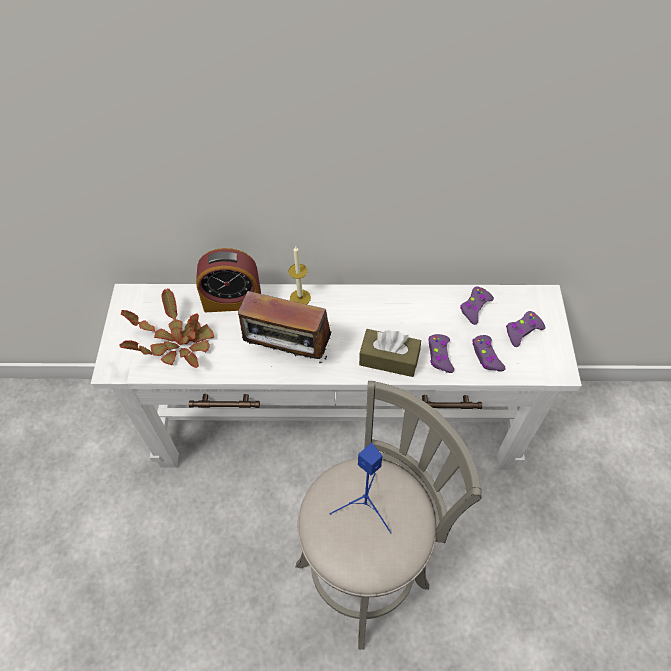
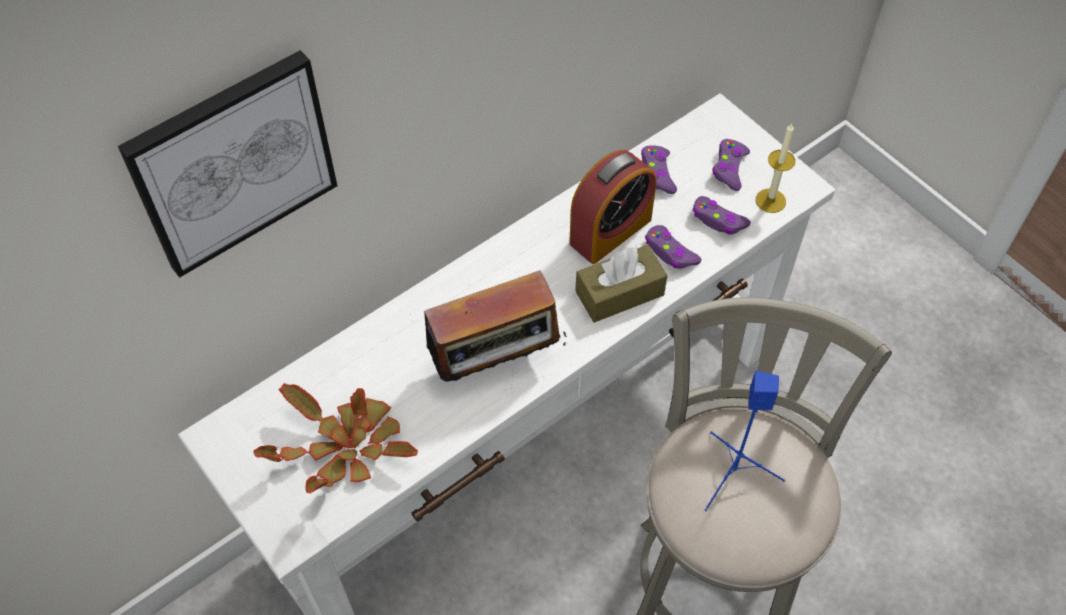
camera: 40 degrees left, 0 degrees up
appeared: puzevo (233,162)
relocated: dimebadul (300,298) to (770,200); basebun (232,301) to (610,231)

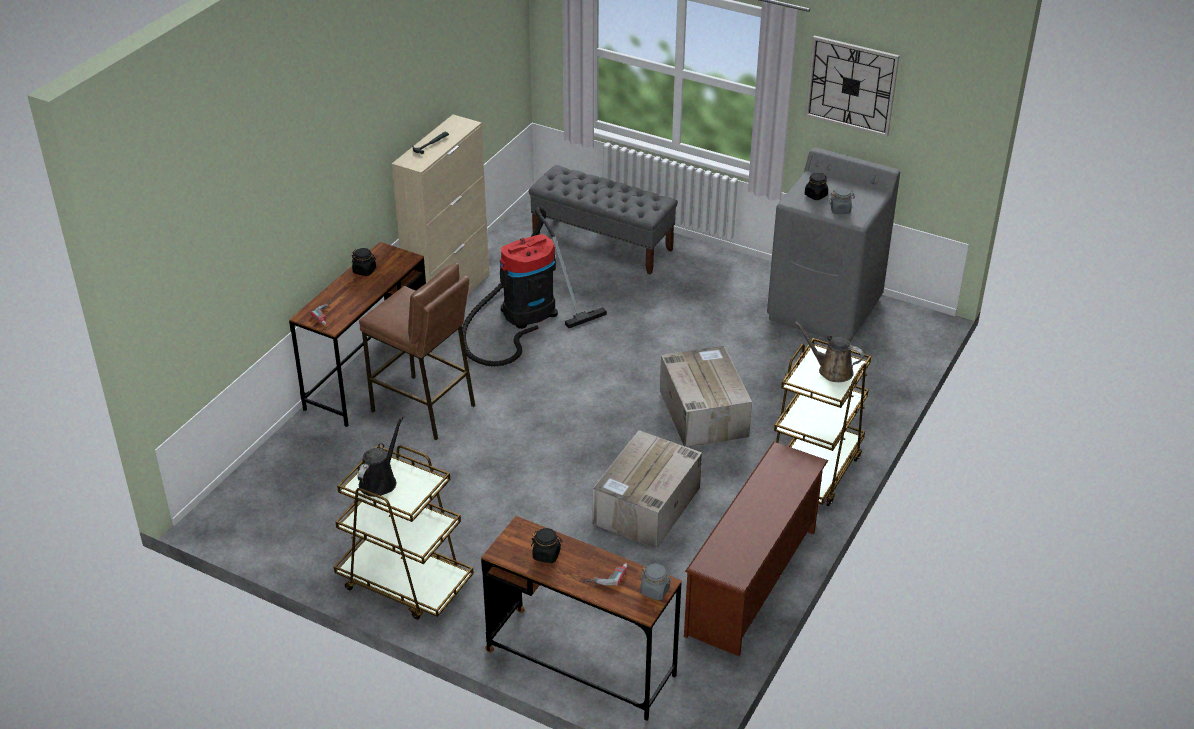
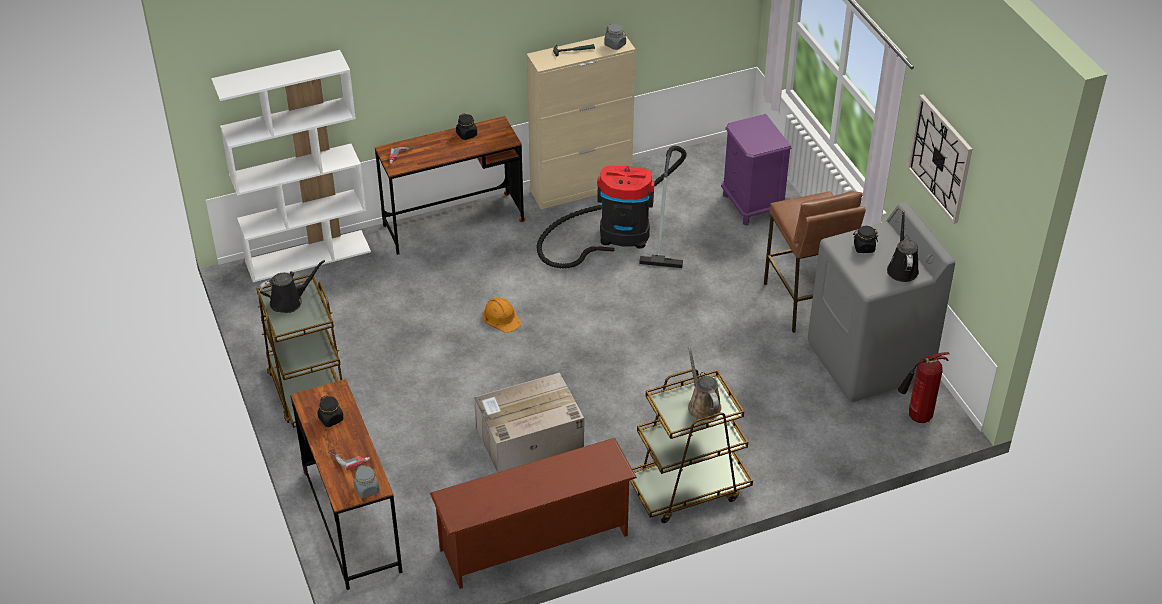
camera: 40 degrees right, 5 degrees up
missing: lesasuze (702,412)
appeared: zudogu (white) (308,256); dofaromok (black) (902,268); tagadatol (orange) (501,317); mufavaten (916,418)
relocated: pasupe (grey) (840,210) to (615,44); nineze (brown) (423,408) to (805,302)
exchanged: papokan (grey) (603,243) to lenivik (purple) (751,205)

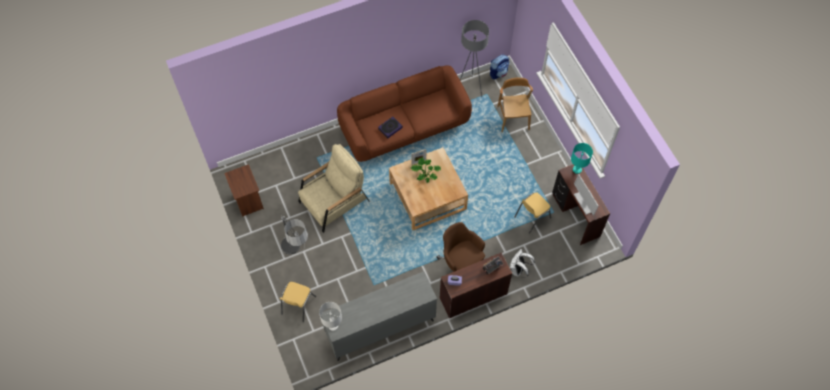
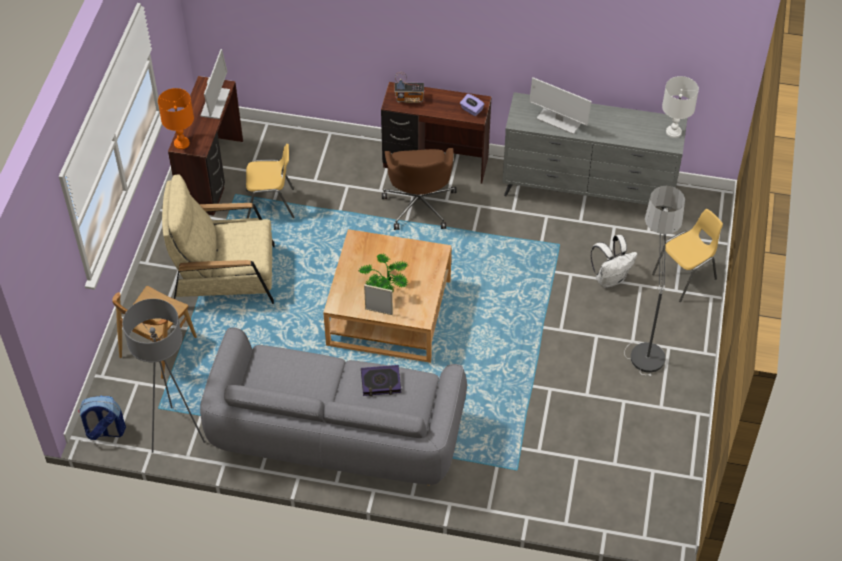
camera: 145 degrees left, 10 degrees down
missing: lenivik (brown) (248,201)
appeared: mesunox (558,120)
relocated: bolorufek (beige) (334,202) to (224,275); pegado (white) (518,270) to (610,278)
colour: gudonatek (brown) (404,127) to gudonatek (grey) (336,434); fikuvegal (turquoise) (577,169) to fikuvegal (orange) (181,143)

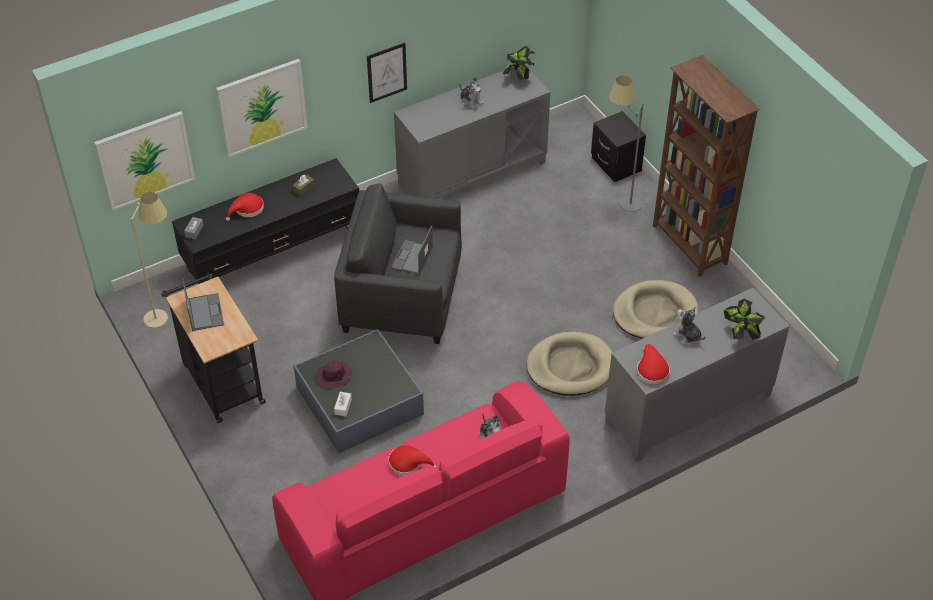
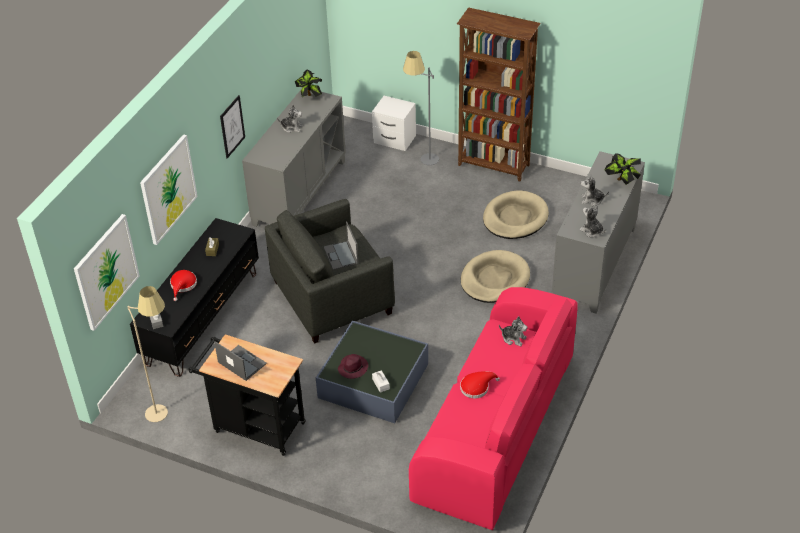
camera: 35 degrees left, 5 degrees down
exchanged: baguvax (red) (651,370) to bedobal (592,231)
colour: lenivik (black) (615,165) to lenivik (white) (394,140)

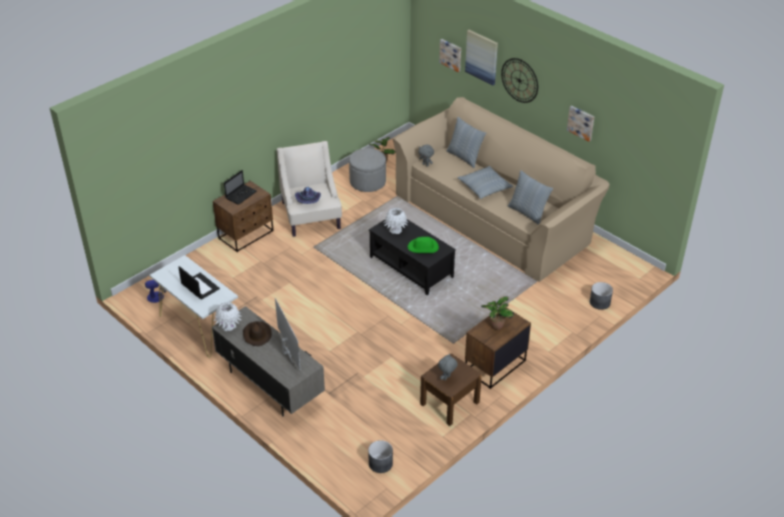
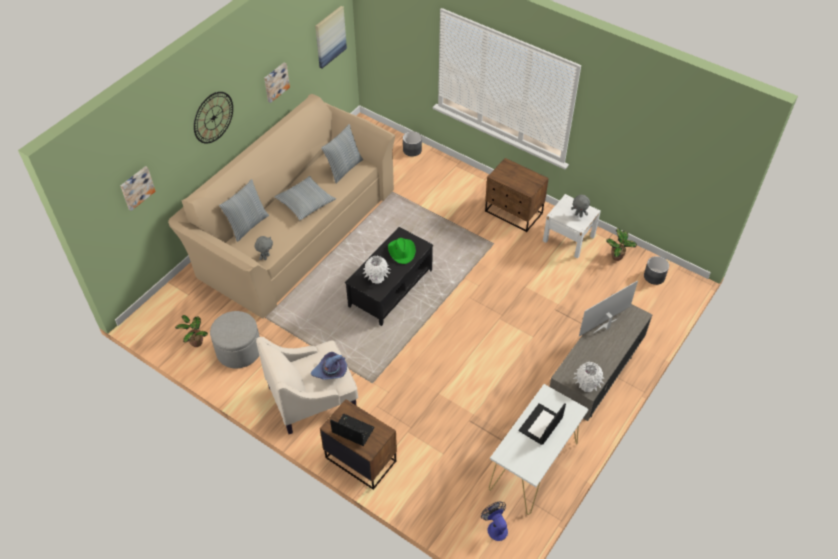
camera: 100 degrees left, 10 degrees up
missing: baguvax (brown) (257,334)
relocated: puzevo (482,57) to (330,36); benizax (496,326) to (617,257)
colour: lenivik (brown) (449,403) to lenivik (white) (568,238)

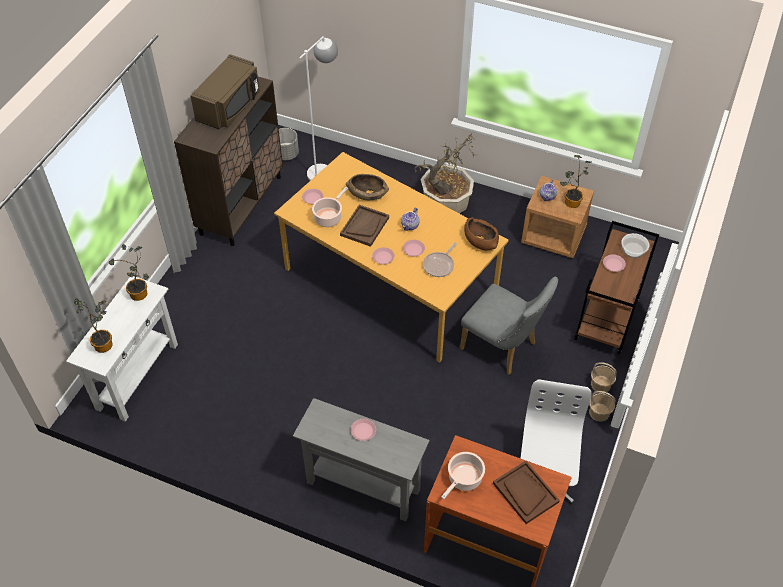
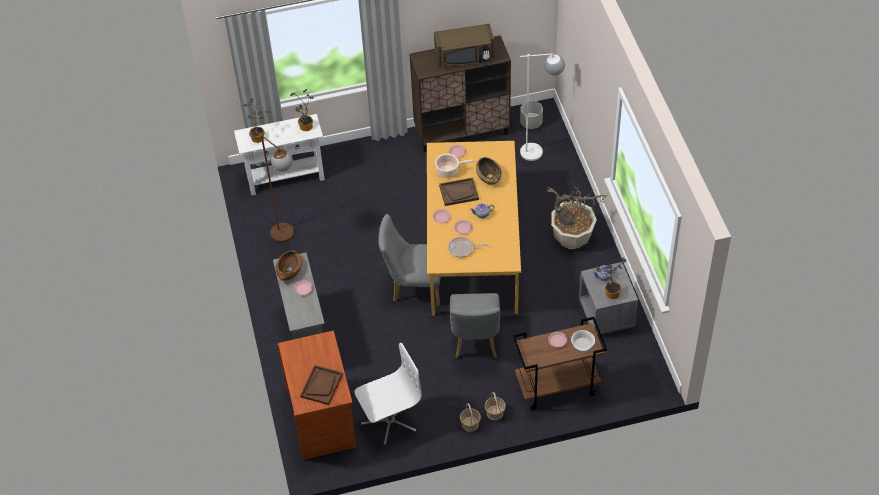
camera: 55 degrees right, 0 degrees up
missing: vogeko (463,479)
appeared: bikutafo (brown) (288,237); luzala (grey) (413,287)
relocated: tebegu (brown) (480,240) to (289,270)
colour: lenivik (brown) (553,236) to lenivik (grey) (606,314)

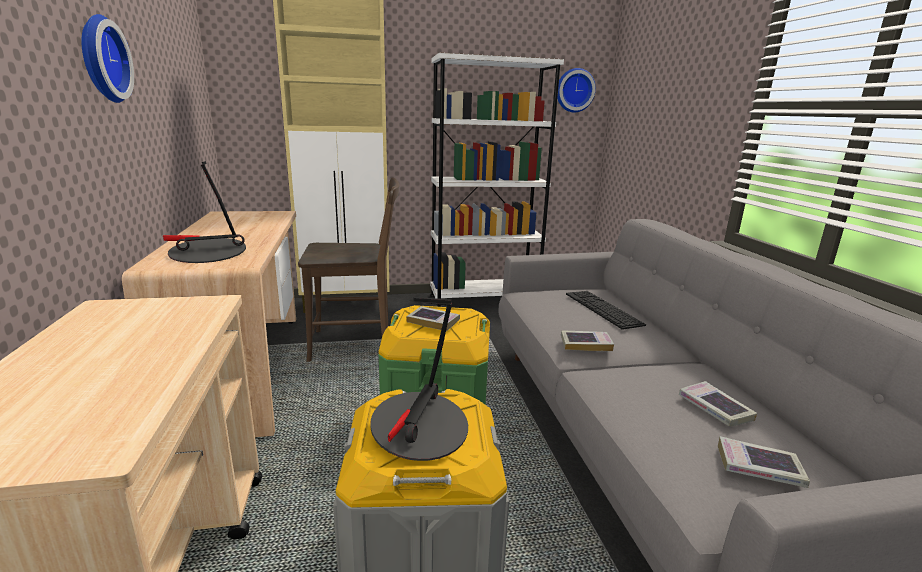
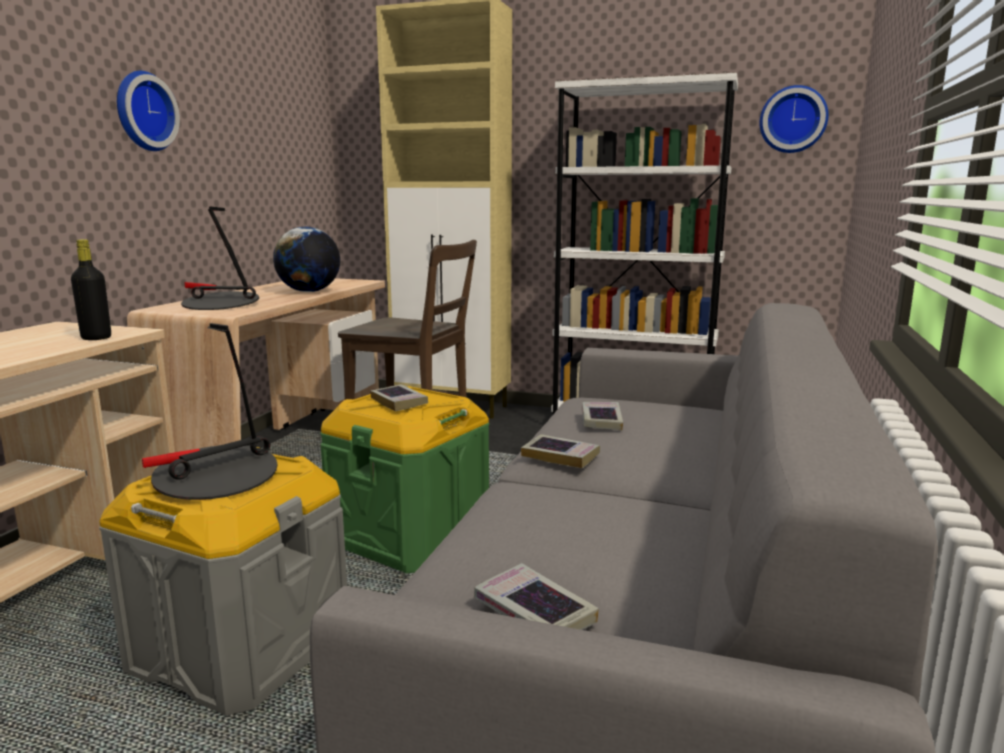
camera: 30 degrees right, 5 degrees down
missing: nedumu (603,309)
appeared: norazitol (309,291); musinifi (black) (96,338)
relocated: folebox (715,408) to (601,420)

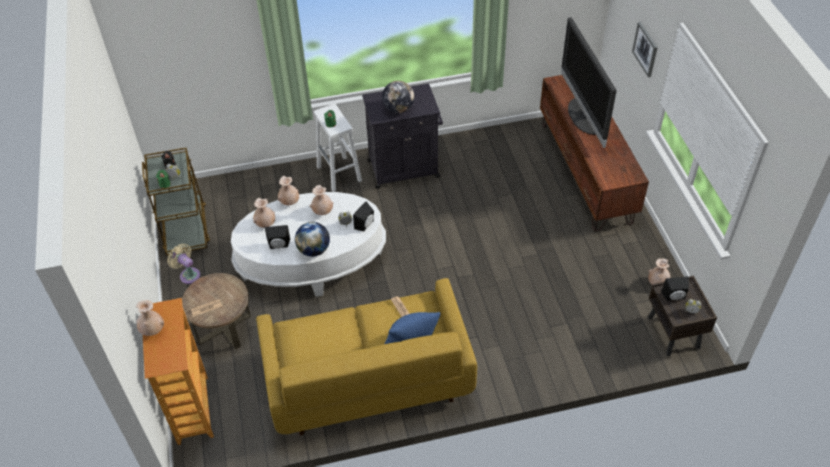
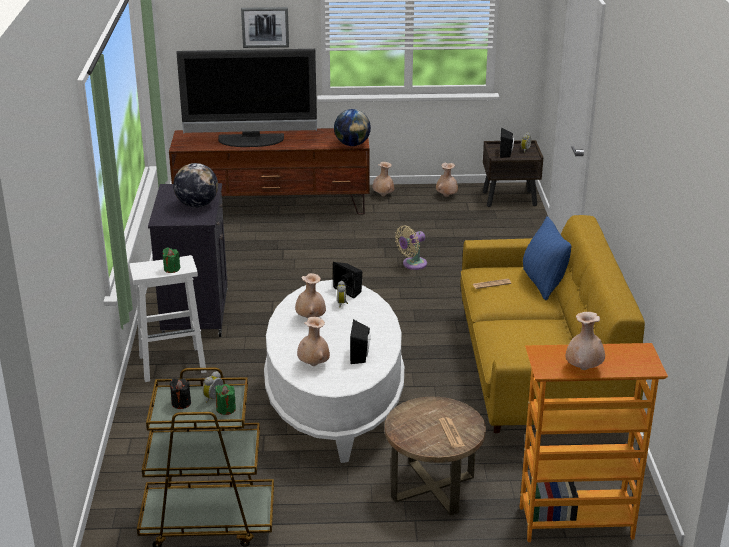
camera: 80 degrees left, 20 degrees down
relocated: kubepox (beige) (289,202) to (383,195); norazitol (314,250) to (352,144); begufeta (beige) (188,274) to (412,264)

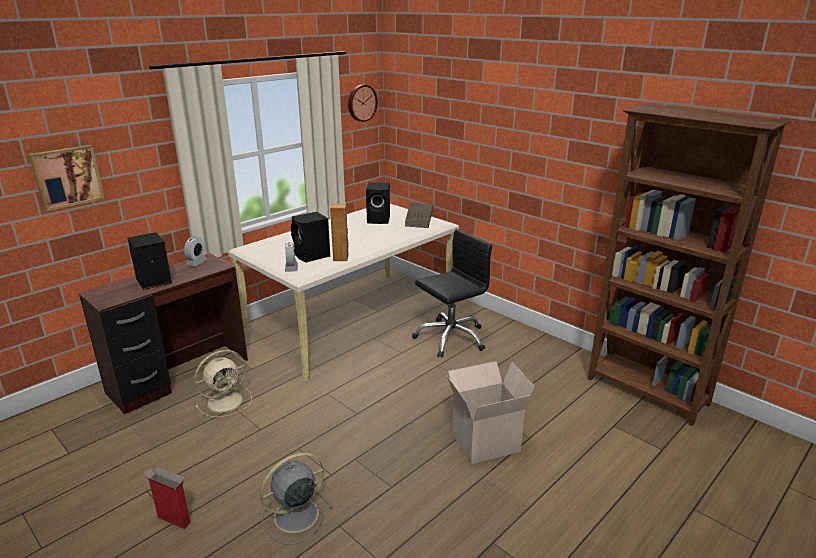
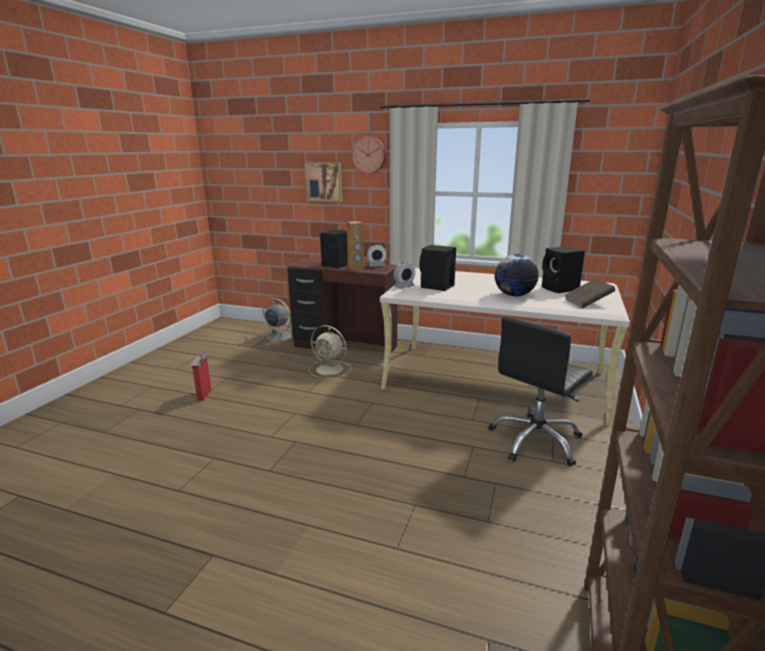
camera: 65 degrees right, 5 degrees down
missing: lesasuze (485,441)
appeared: norazitol (514,295)
relocated: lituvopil (361,103) to (369,155); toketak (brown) (341,258) to (355,268); begufeta (grey) (294,516) to (277,336)
spun: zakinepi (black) (450,338) = (536,440) 105 degrees clockwise

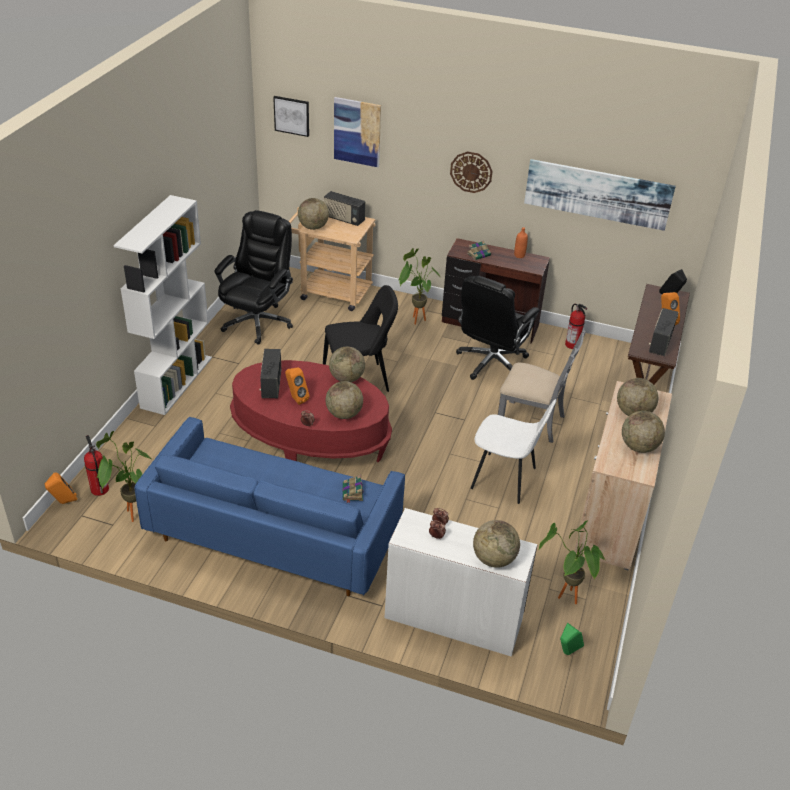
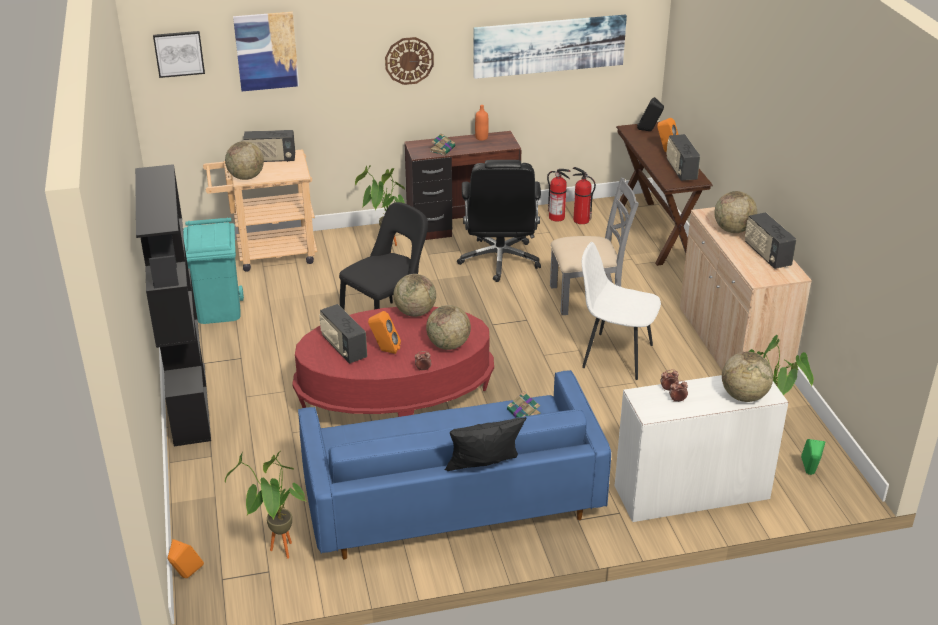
camera: 30 degrees left, 5 degrees down
appeared: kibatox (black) (484,471)
relocated: mufavaten (99,489) to (580,220)
exchanged: zakinepi (black) (258,322) to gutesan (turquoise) (219,310); norazitol (639,447) to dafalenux (767,255)
colour: zudogu (white) (176,382) to zudogu (black) (189,403)
spun: luzala (white) (505,479) = (615,355) 150 degrees counterclockwise

